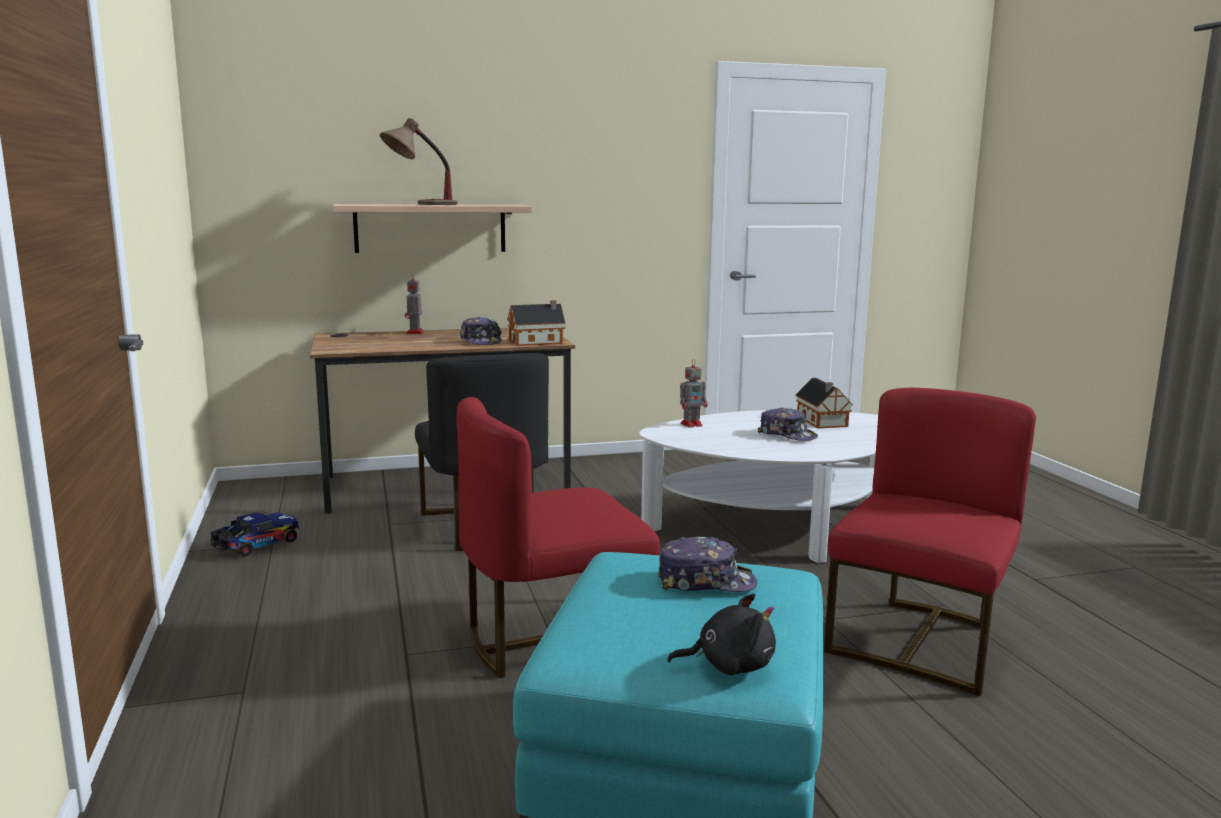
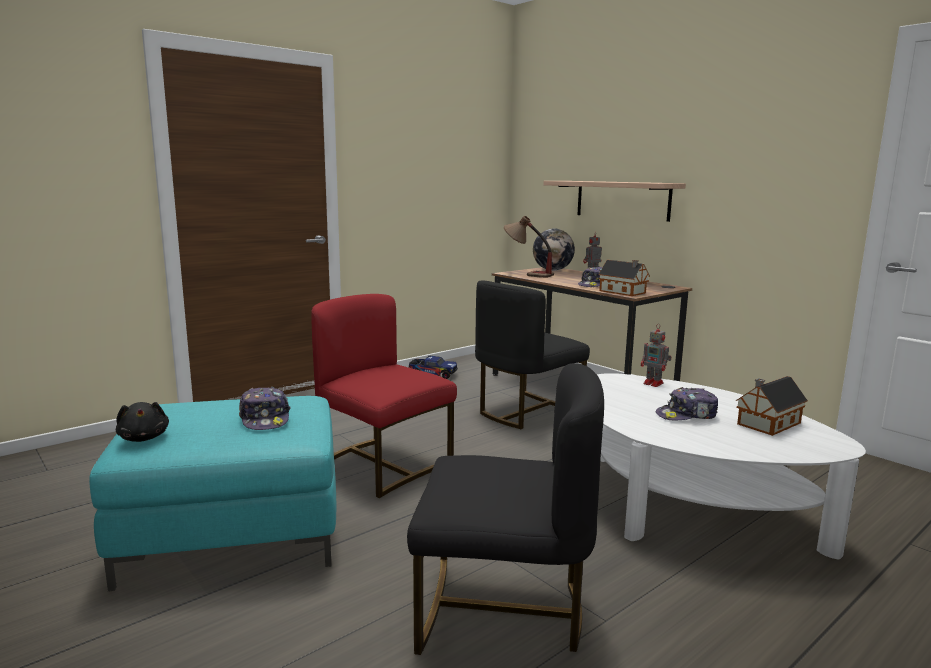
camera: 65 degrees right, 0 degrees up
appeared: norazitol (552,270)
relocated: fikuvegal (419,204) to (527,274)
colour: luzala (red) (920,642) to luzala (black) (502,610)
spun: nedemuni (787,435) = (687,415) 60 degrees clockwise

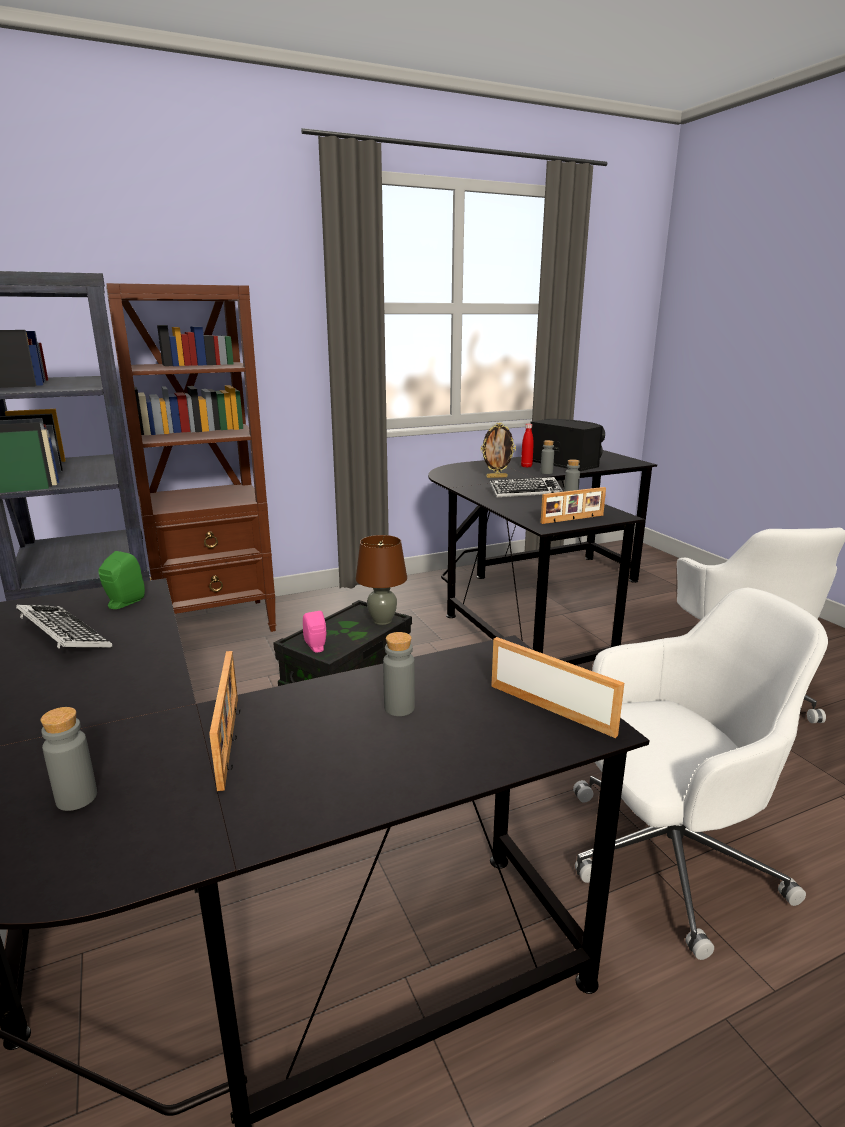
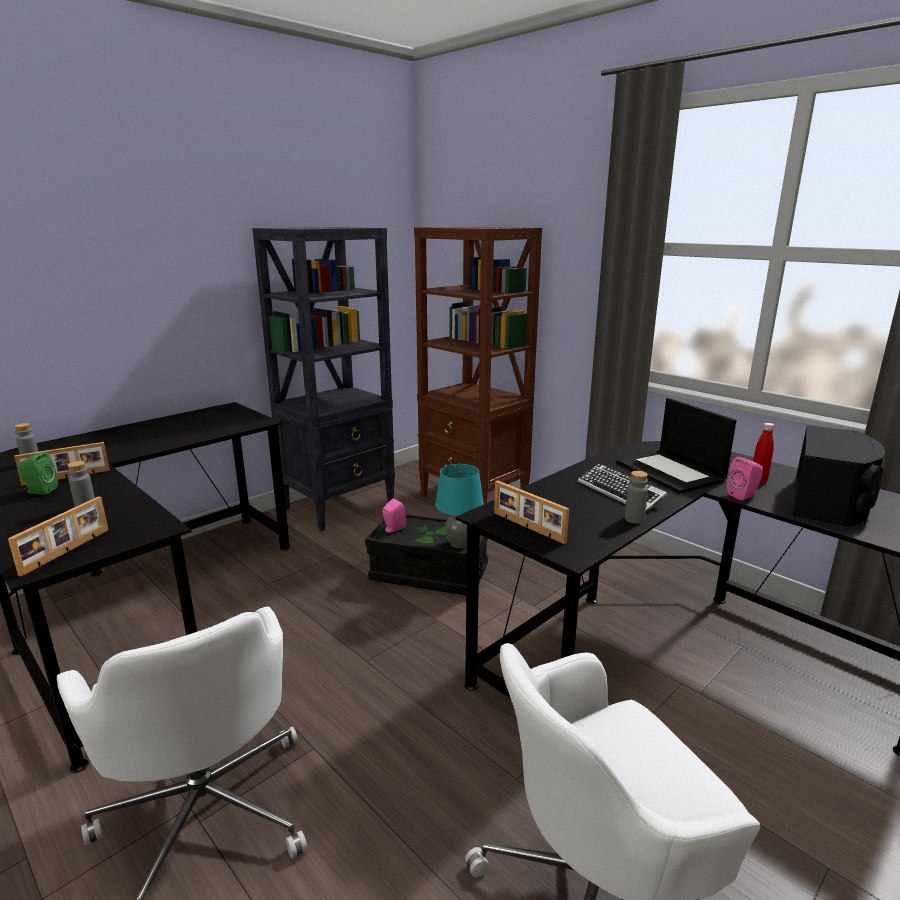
camera: 70 degrees right, 0 degrees up
missing: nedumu (63,635)
relocated: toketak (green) (122,603) to (40,491)
exchanged: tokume (496,477) to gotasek (671,472); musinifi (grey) (546,472) to toketak (pink) (743,495)
colour: fikuvegal (brown) (382,621) to fikuvegal (turquoise) (459,544)

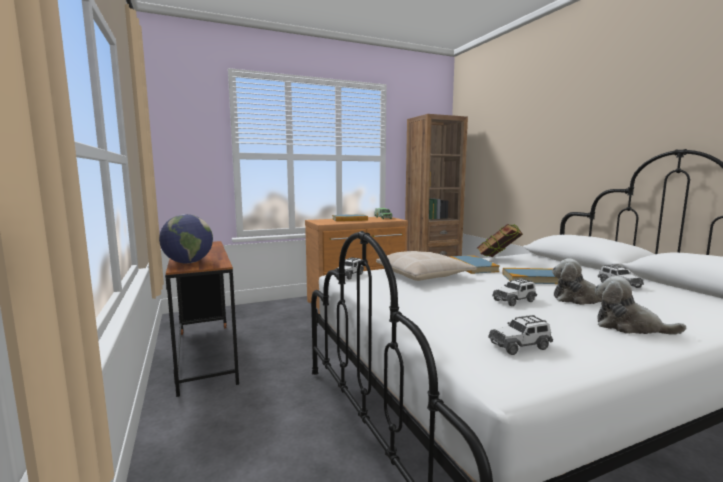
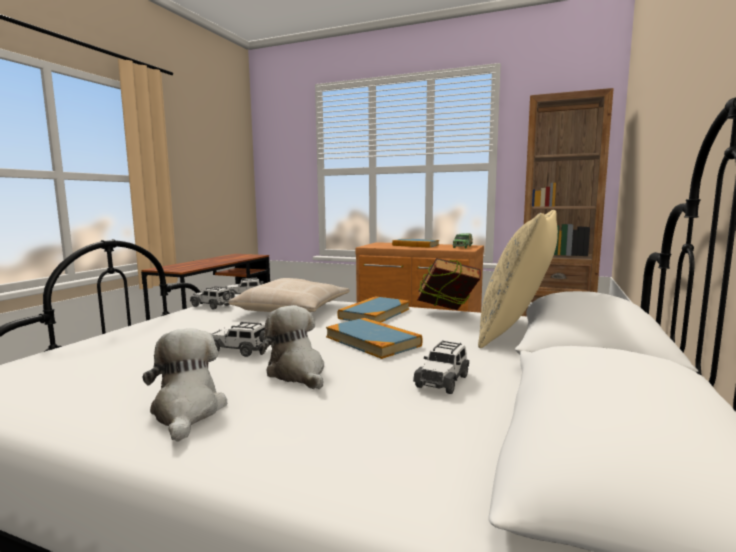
camera: 45 degrees right, 0 degrees up
missing: norazitol (188,262)
appeared: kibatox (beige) (517,332)
relocated: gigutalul (520,346) to (212,306)

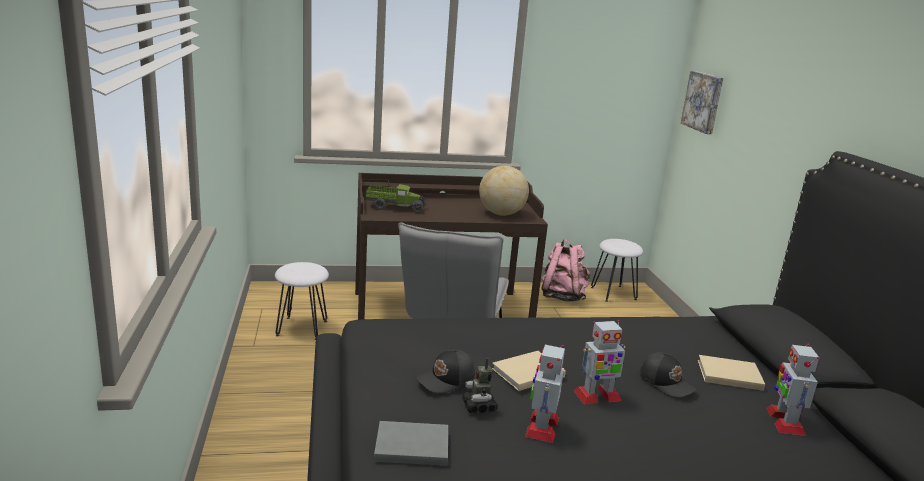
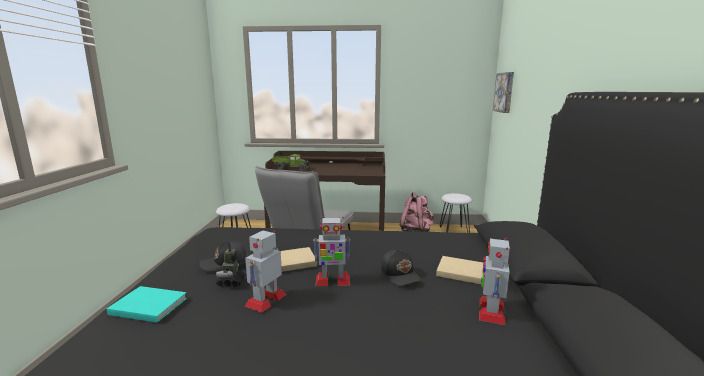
camera: 15 degrees right, 5 degrees down
missing: norazitol (501,214)
colour: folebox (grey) (410,445) to folebox (turquoise) (148,305)

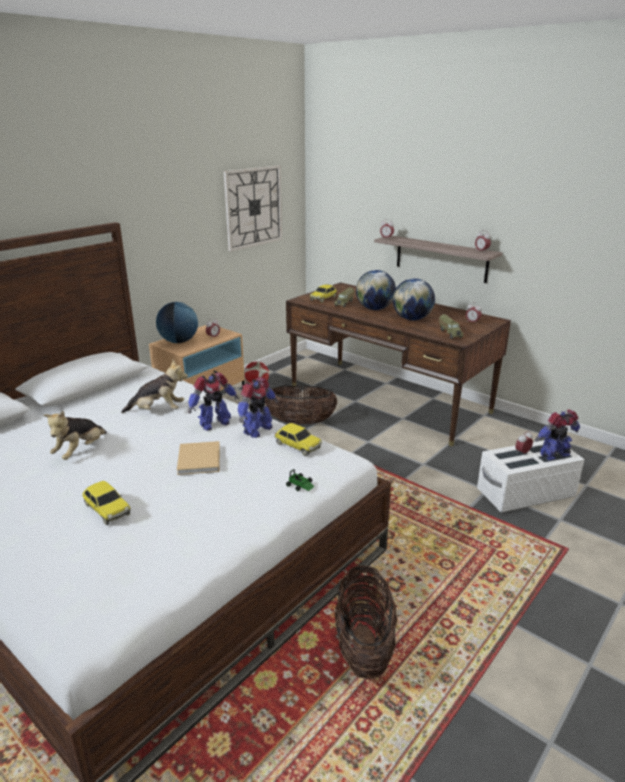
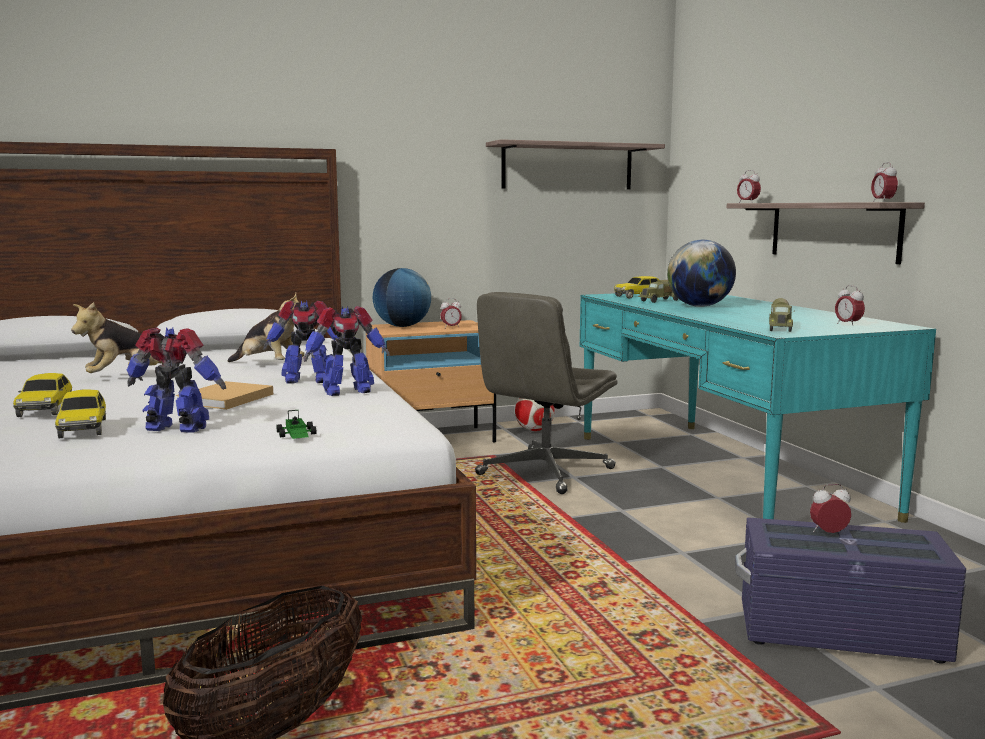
camera: 30 degrees right, 15 degrees down
missing: norazitol (412,319)
relocated: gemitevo (555,455) to (177,429); gigutalul (297,446) to (83,428)
exchanged: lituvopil (253,207) to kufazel (567,166); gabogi (300,422) to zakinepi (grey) (545,472)
colour: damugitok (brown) (387,399) to damugitok (turquoise) (721,473); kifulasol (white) (525,494) to kifulasol (purple) (839,633)

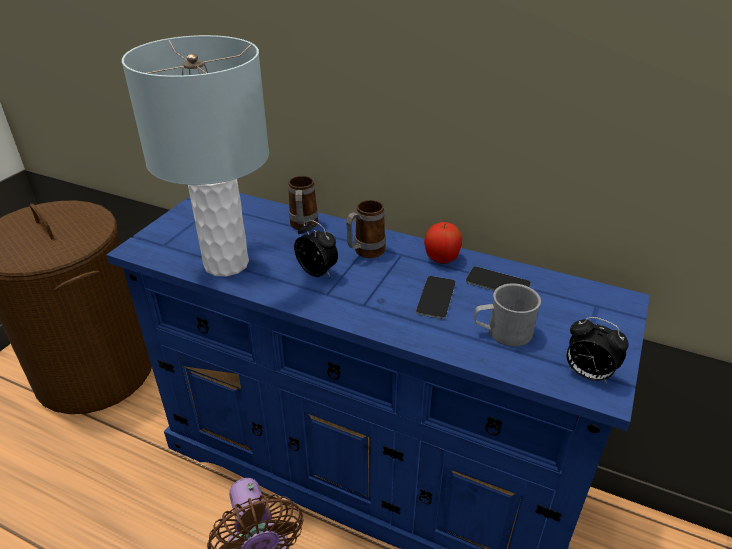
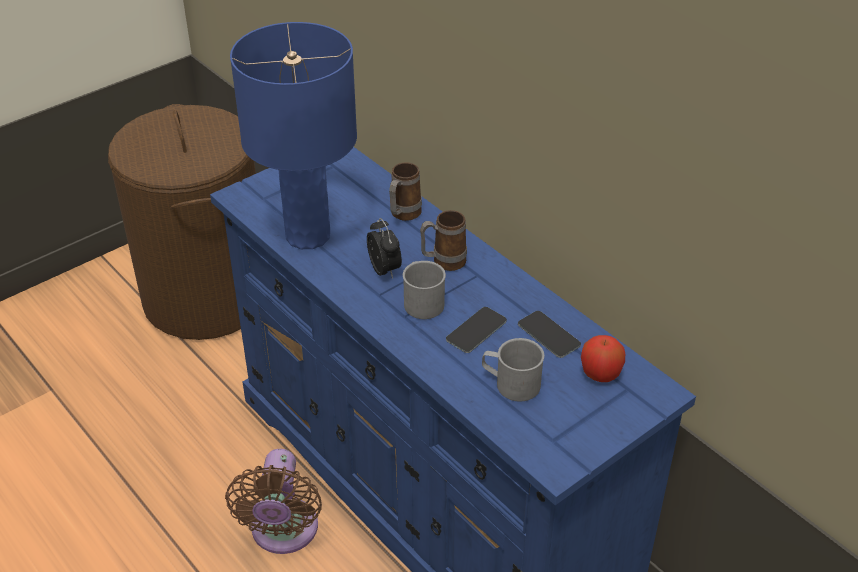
camera: 25 degrees right, 5 degrees up
missing: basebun (587,374)
appeared: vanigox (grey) (422,301)
relocated: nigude (441,258) to (600,374)
colour: fikuvegal (grey) (227,264) to fikuvegal (blue) (308,236)

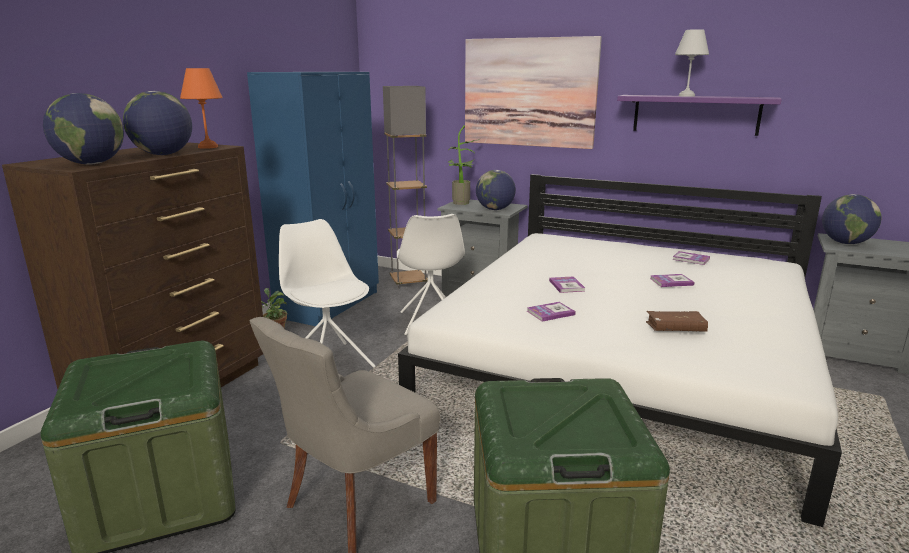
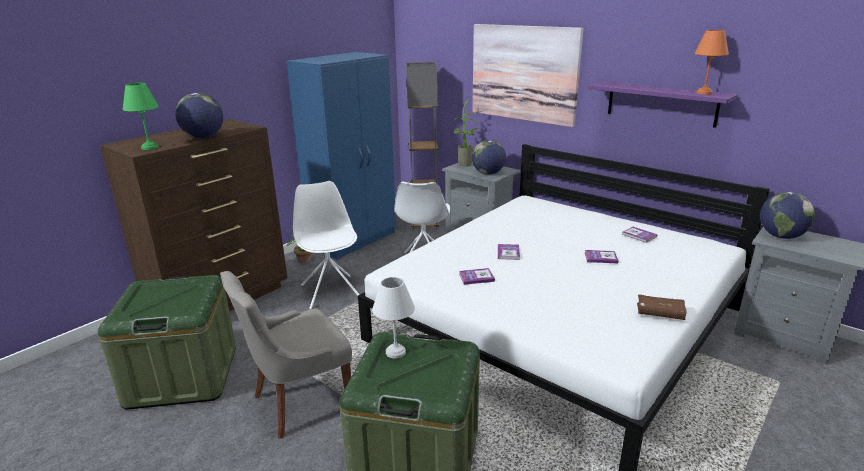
camera: 15 degrees right, 5 degrees up
relocated: fikuvegal (white) (687,96) to (396,352); fikuvegal (orange) (207,147) to (703,93); folebox (brown) (675,329) to (660,313)
exchanged: norazitol (91,164) to fikuvegal (green) (150,147)

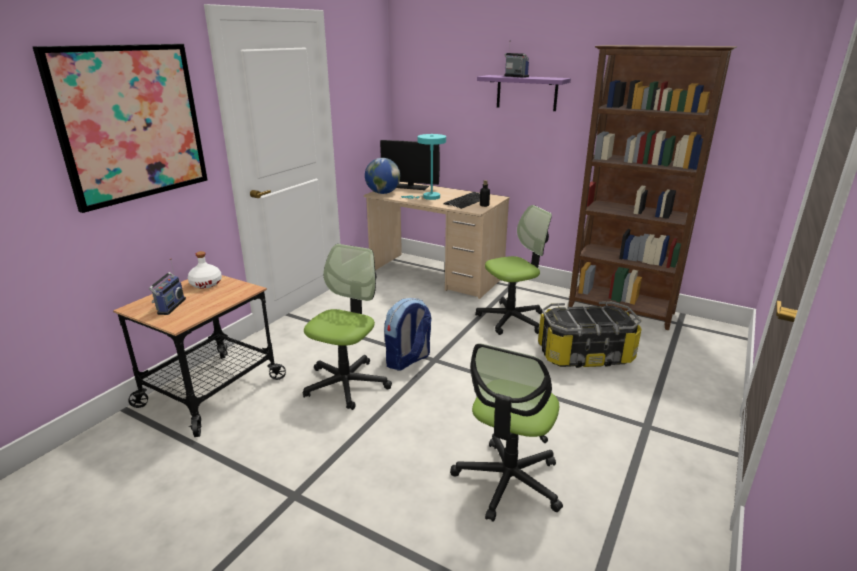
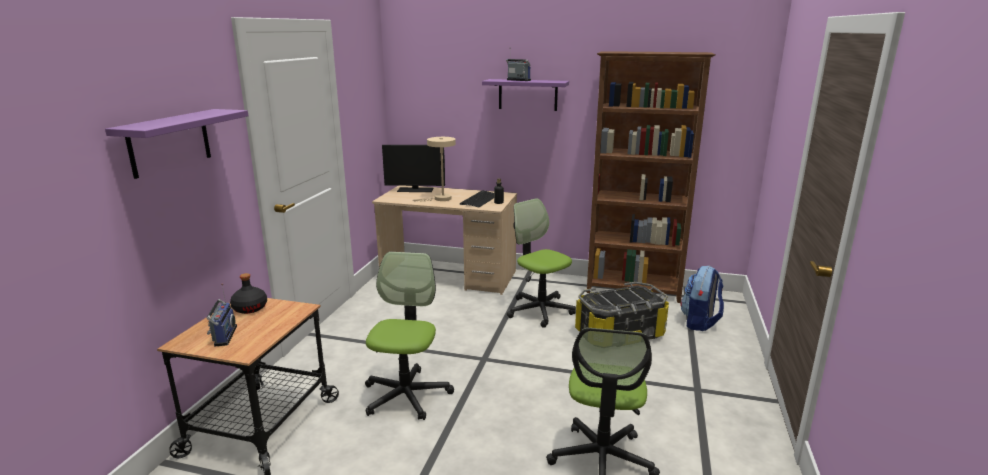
camera: 15 degrees left, 5 degrees down
missing: norazitol (383,193)
relocated: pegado (408,360) to (700,322)
exchanged: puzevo (131,123) to kufazel (purple) (170,142)
colour: fikuvegal (turquoise) (428,197) to fikuvegal (beige) (439,199); musinifi (white) (206,284) to musinifi (black) (250,308)
spun: zakinepi (511,319) = (540,310) 90 degrees counterclockwise

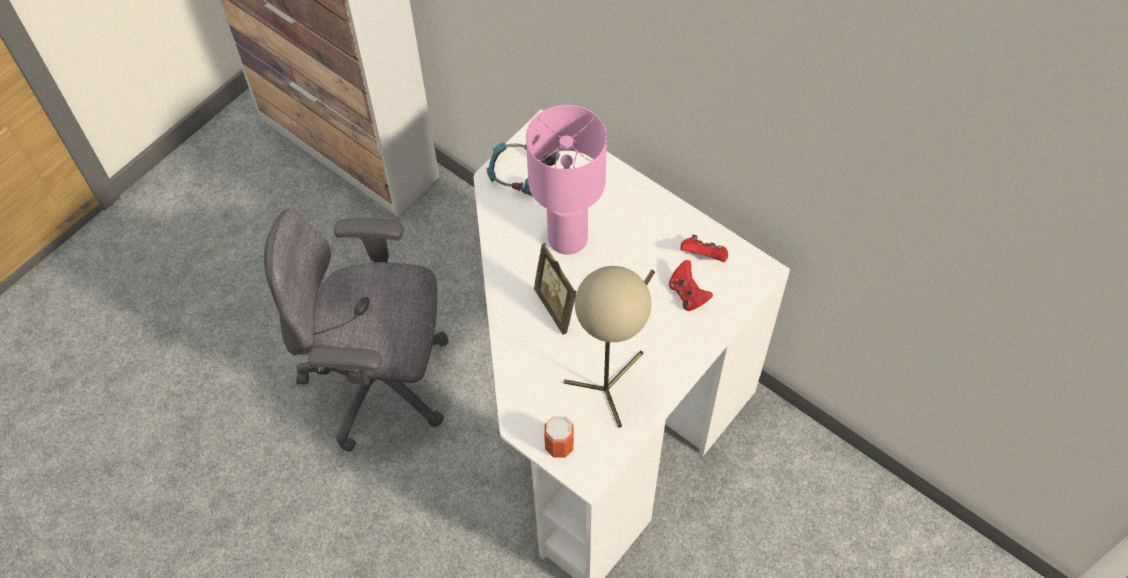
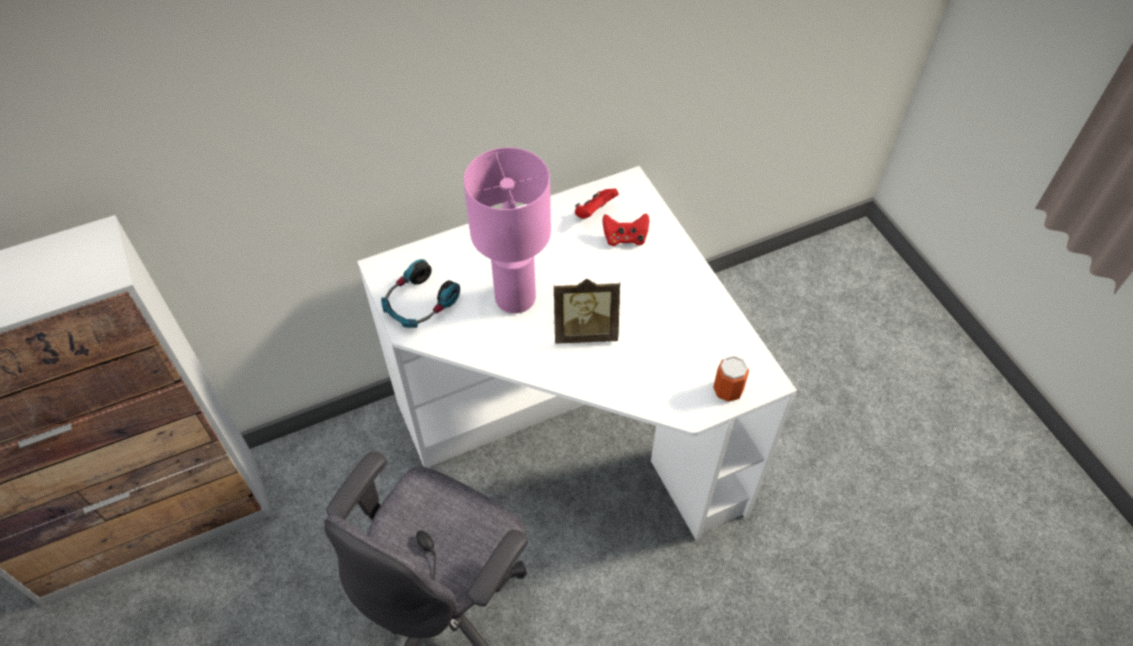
camera: 65 degrees left, 5 degrees down
missing: fikuvegal (beige) (610,384)

